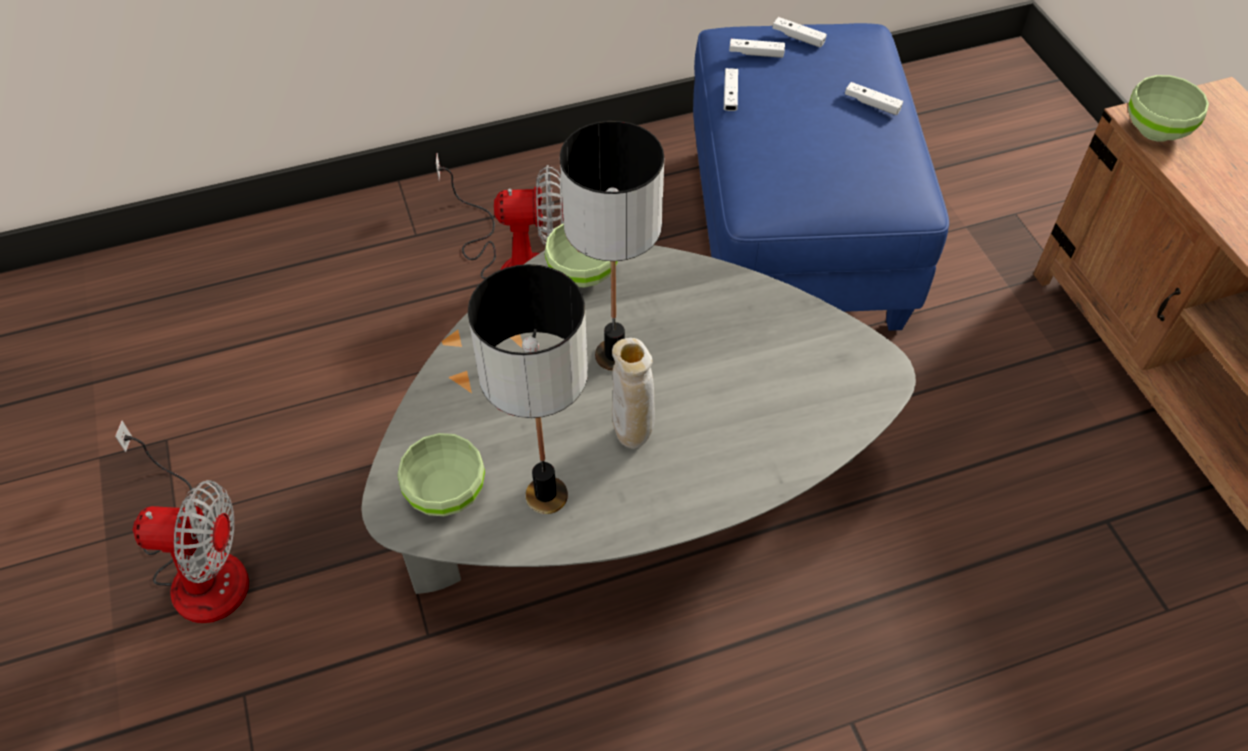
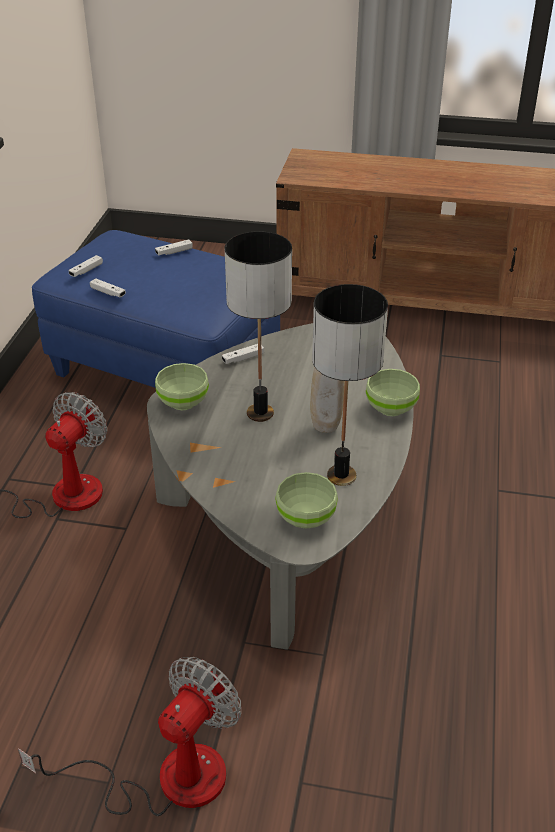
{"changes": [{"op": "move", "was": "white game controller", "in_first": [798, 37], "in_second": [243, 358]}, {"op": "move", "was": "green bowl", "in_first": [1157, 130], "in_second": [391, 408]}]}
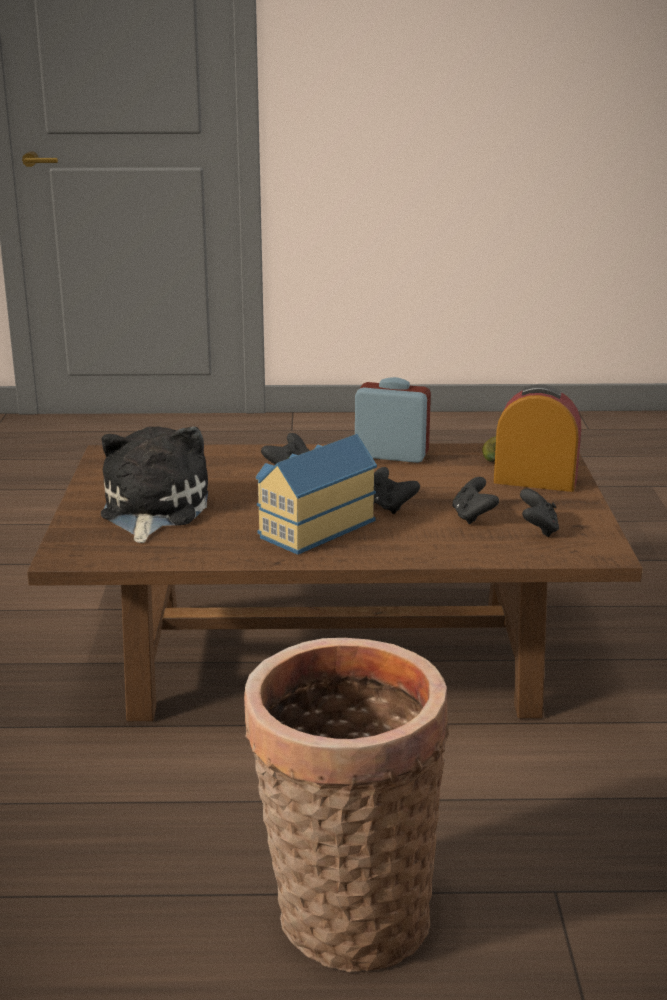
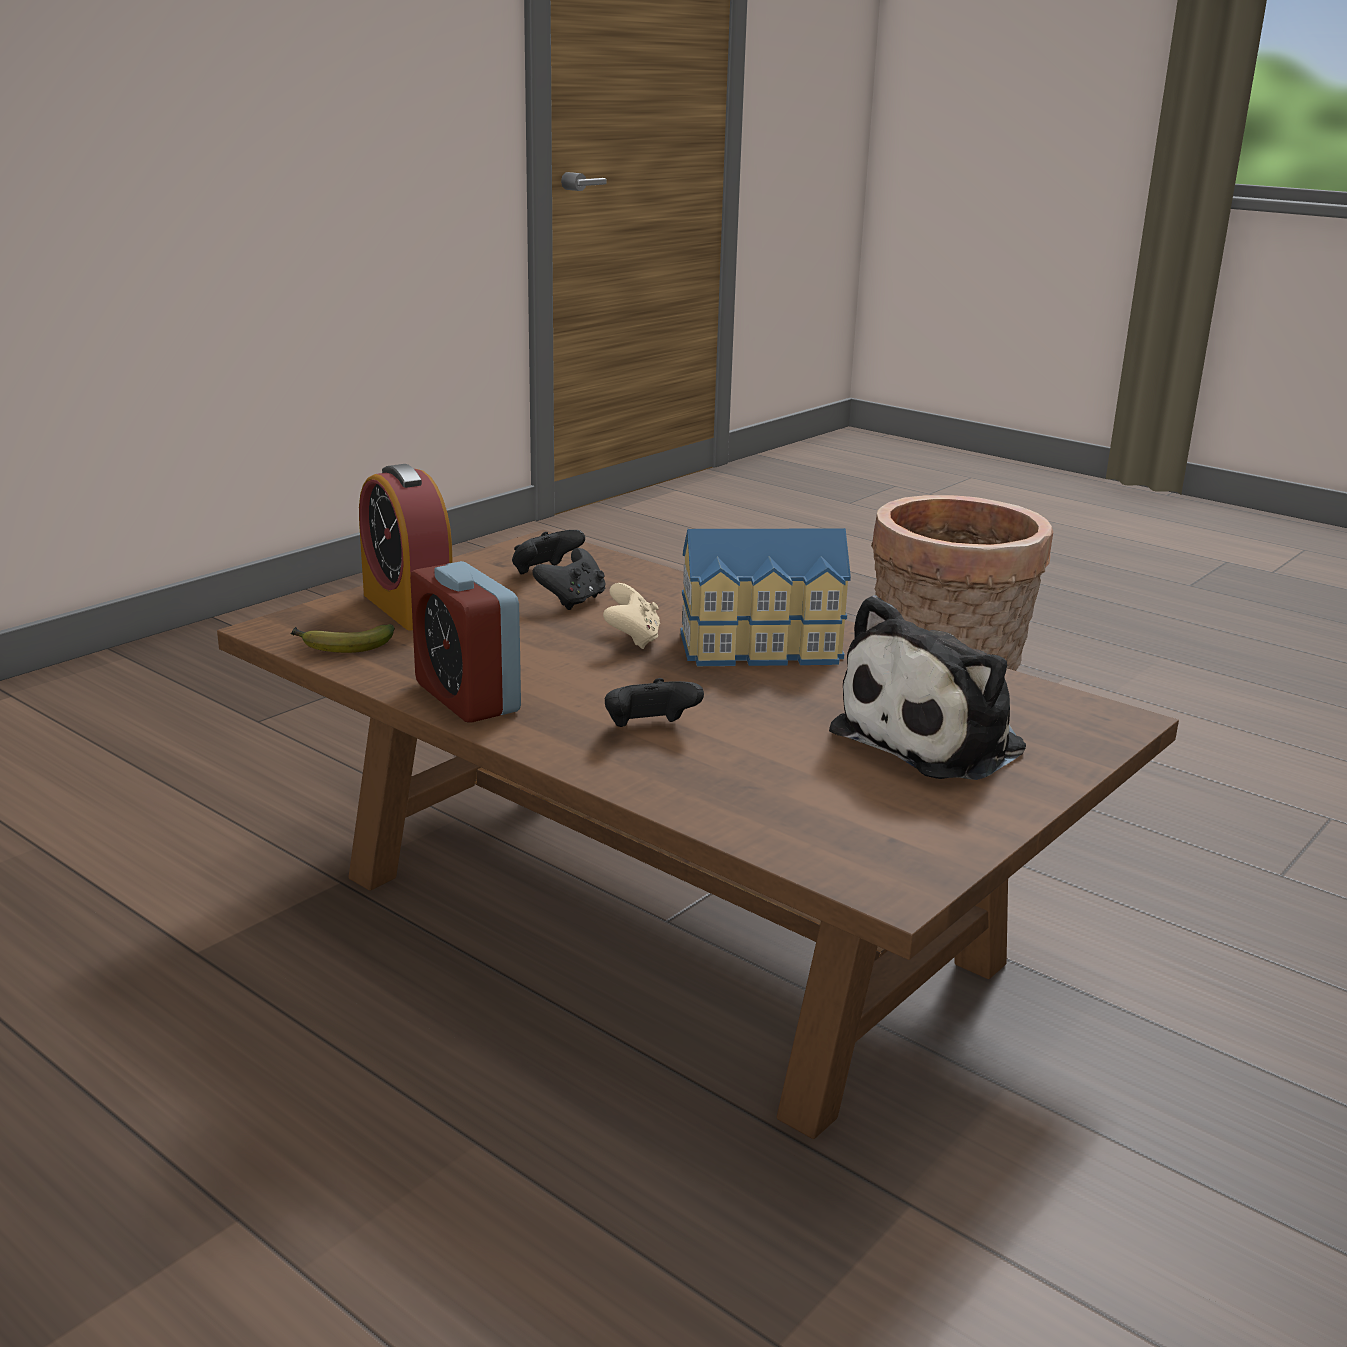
{"changes": [{"op": "recolor", "was": "black game controller", "now": "beige game controller", "in_first": [389, 506], "in_second": [632, 639]}]}
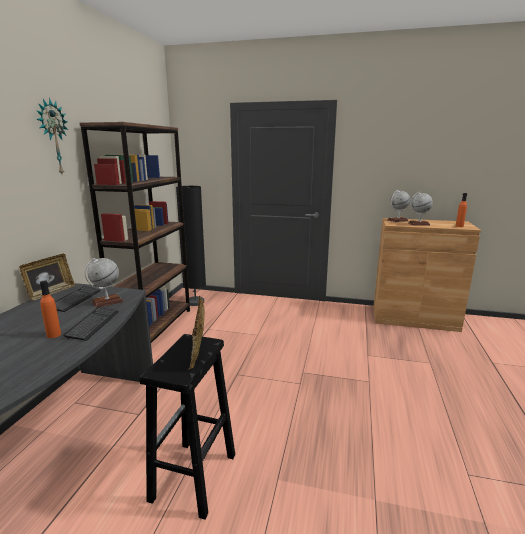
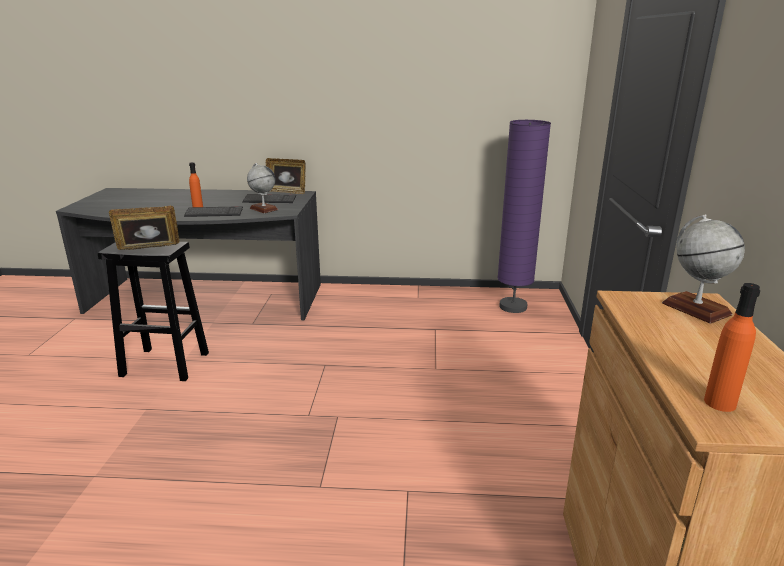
{"changes": [{"op": "delete", "was": "wall clock", "in_first": [53, 138]}, {"op": "delete", "was": "brown bookcase", "in_first": [155, 327]}, {"op": "recolor", "was": "black floor lamp", "now": "purple floor lamp", "in_first": [195, 302], "in_second": [513, 307]}, {"op": "delete", "was": "globe", "in_first": [419, 224]}]}
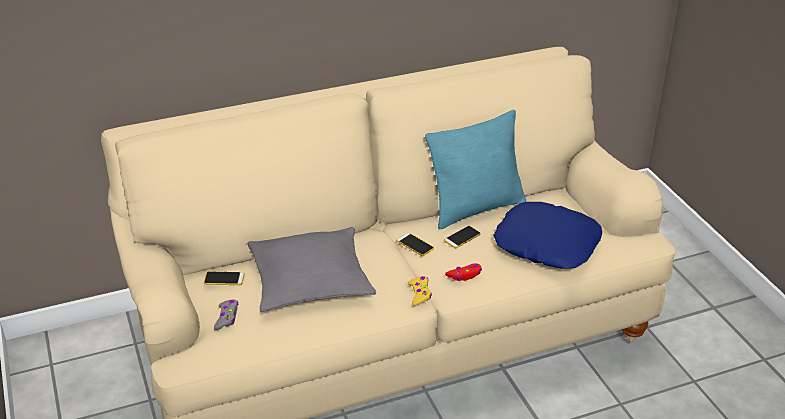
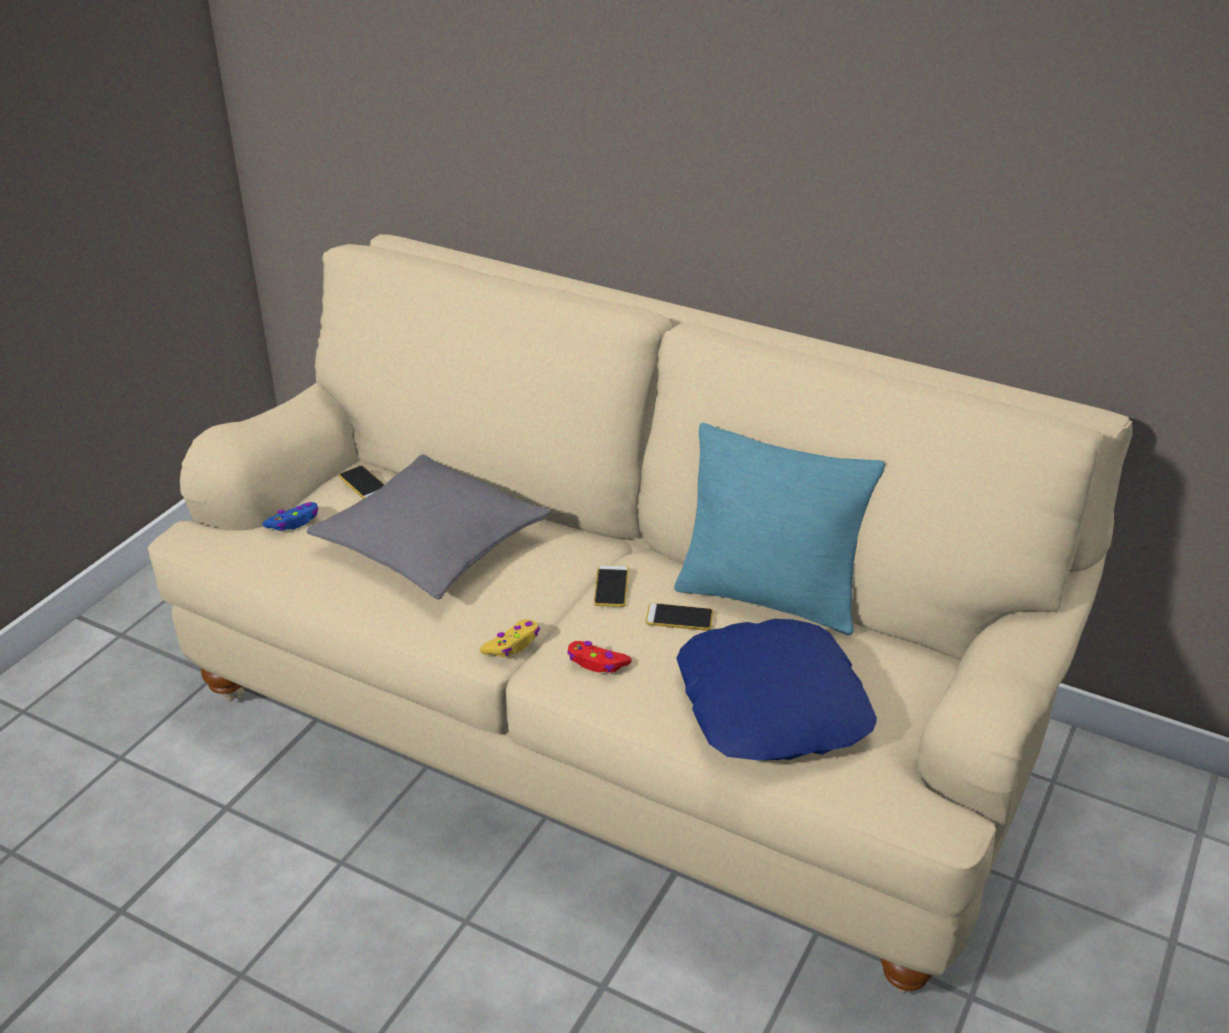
{"changes": [{"op": "recolor", "was": "grey game controller", "now": "blue game controller", "in_first": [227, 317], "in_second": [294, 522]}]}
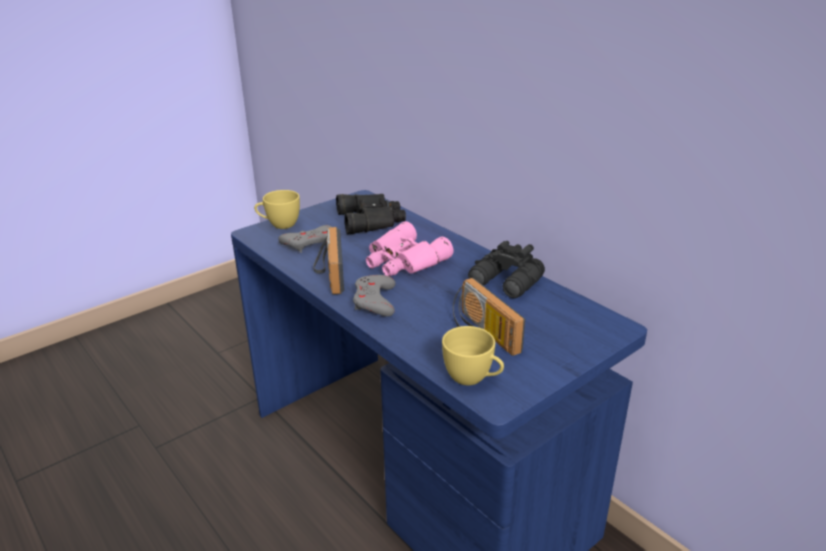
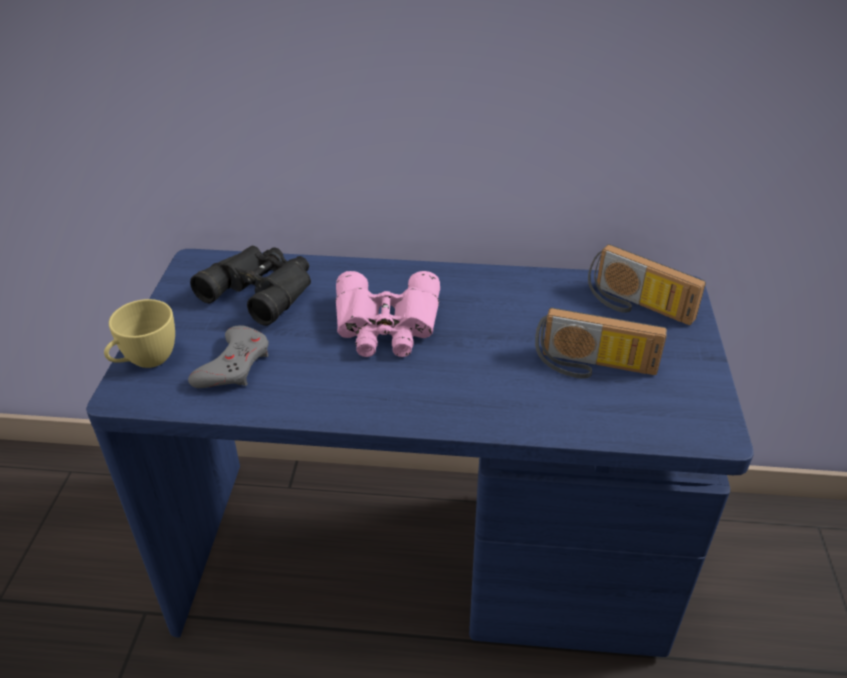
{"changes": [{"op": "move", "was": "radio", "in_first": [328, 273], "in_second": [636, 306]}, {"op": "delete", "was": "black binoculars", "in_first": [506, 283]}, {"op": "delete", "was": "grey game controller", "in_first": [375, 301]}, {"op": "delete", "was": "yellow cup", "in_first": [473, 379]}]}
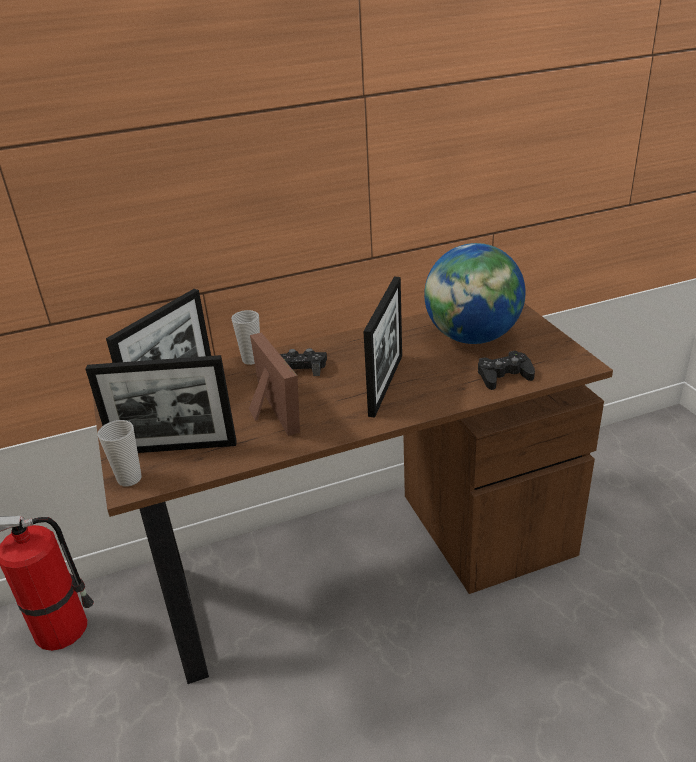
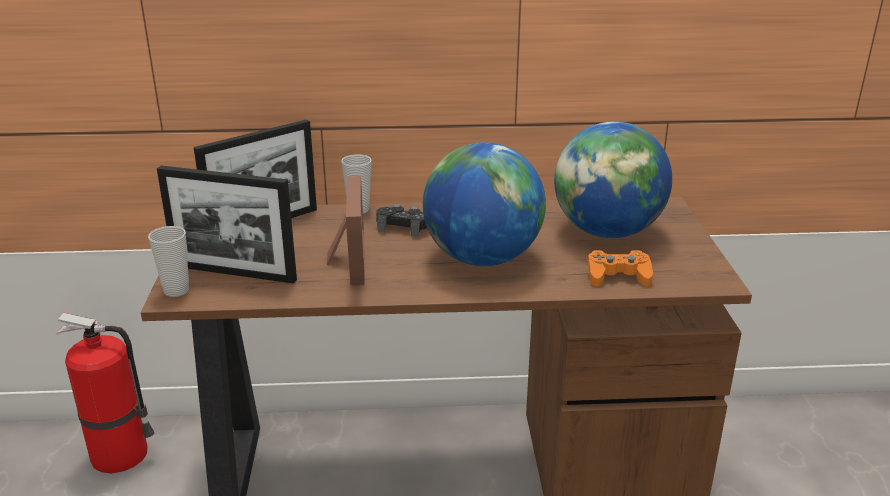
{"changes": [{"op": "replace", "was": "picture frame", "now": "globe", "in_first": [386, 384], "in_second": [482, 258]}, {"op": "recolor", "was": "black game controller", "now": "orange game controller", "in_first": [504, 376], "in_second": [618, 276]}]}
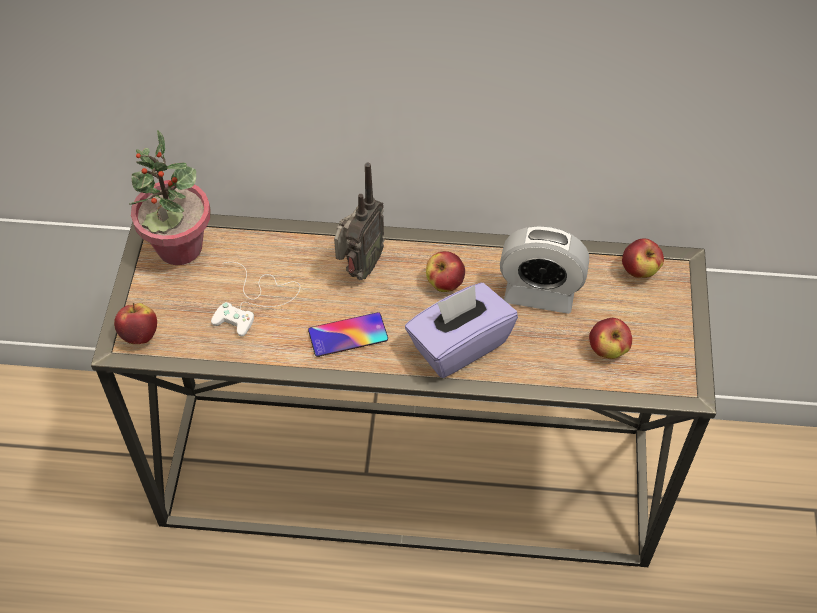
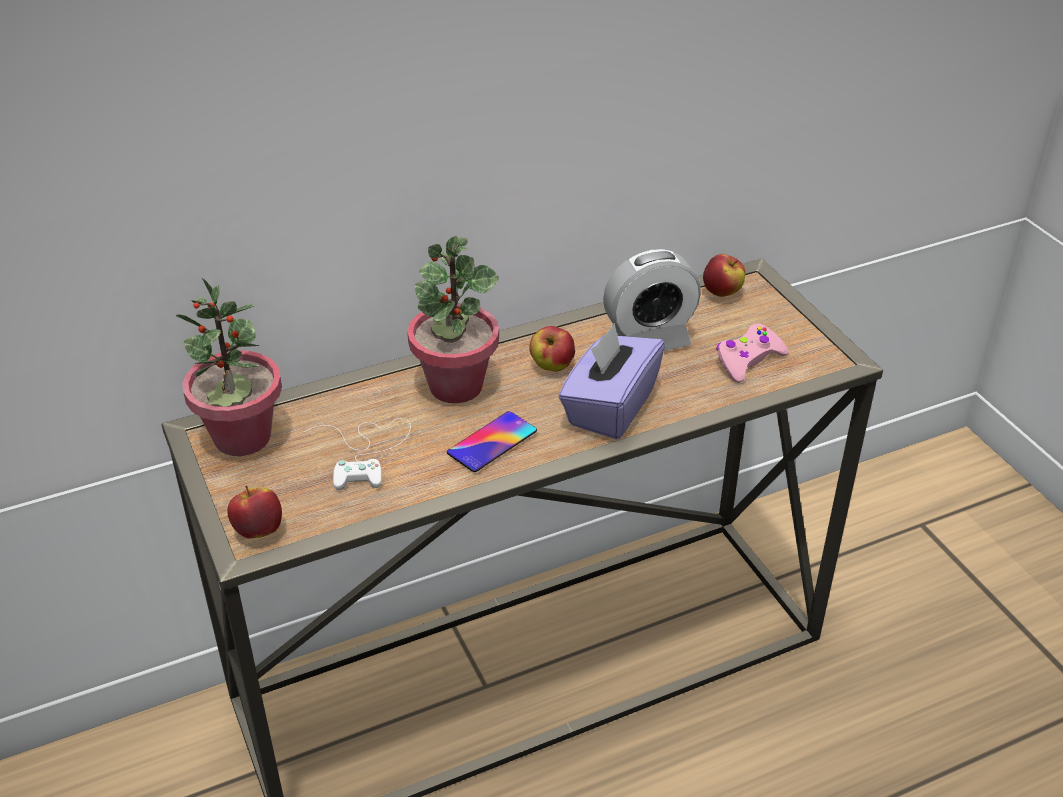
{"changes": [{"op": "replace", "was": "radio", "now": "potted plant", "in_first": [359, 268], "in_second": [456, 386]}, {"op": "replace", "was": "apple", "now": "pink game controller", "in_first": [607, 350], "in_second": [748, 360]}]}
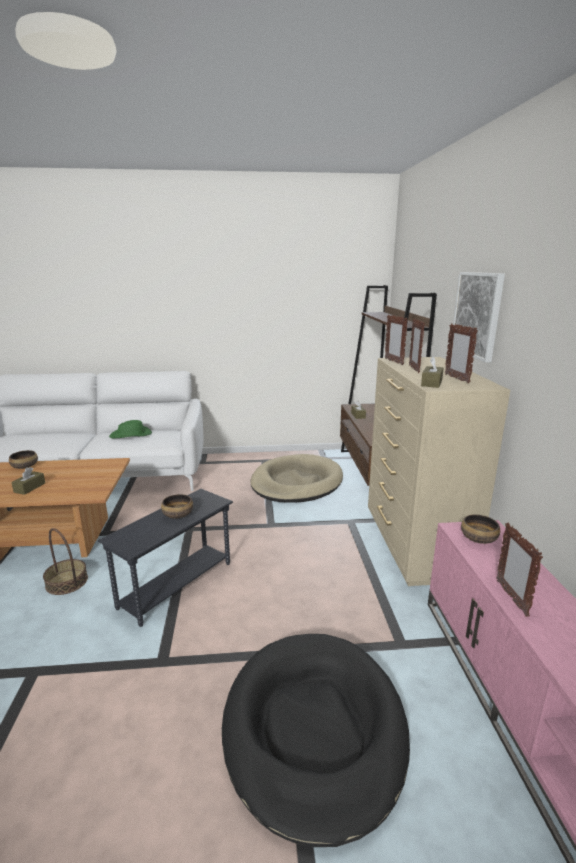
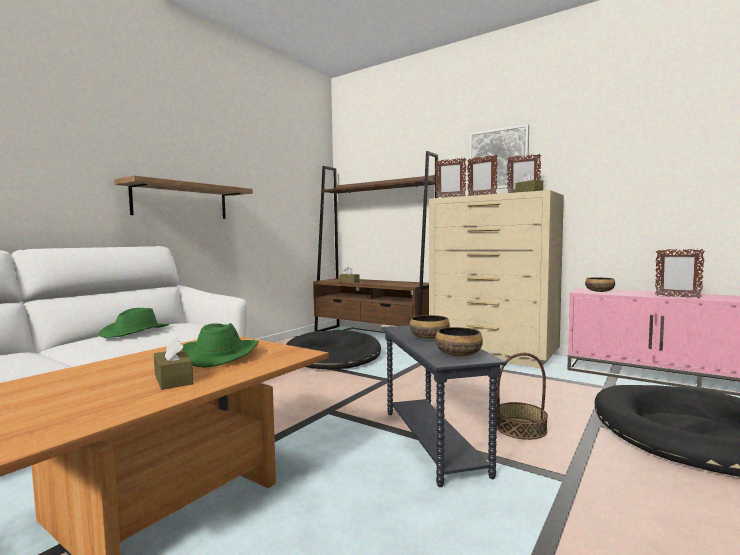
{"changes": [{"op": "move", "was": "bowl", "in_first": [25, 466], "in_second": [458, 354]}, {"op": "recolor", "was": "beige dog bed", "now": "black dog bed", "in_first": [296, 483], "in_second": [333, 355]}, {"op": "move", "was": "basket", "in_first": [67, 582], "in_second": [520, 428]}, {"op": "insert", "now": "shelf", "in_second": [181, 201]}, {"op": "insert", "now": "green hat", "in_second": [220, 355]}]}
